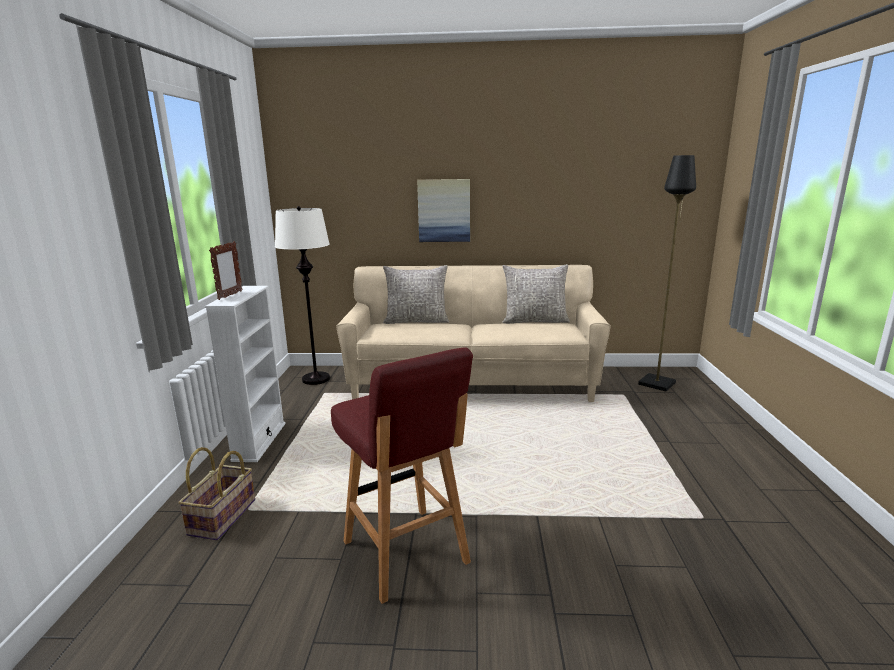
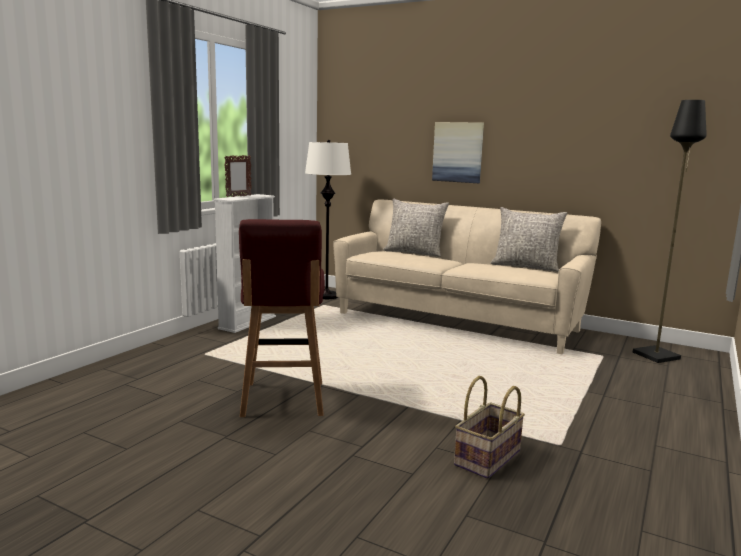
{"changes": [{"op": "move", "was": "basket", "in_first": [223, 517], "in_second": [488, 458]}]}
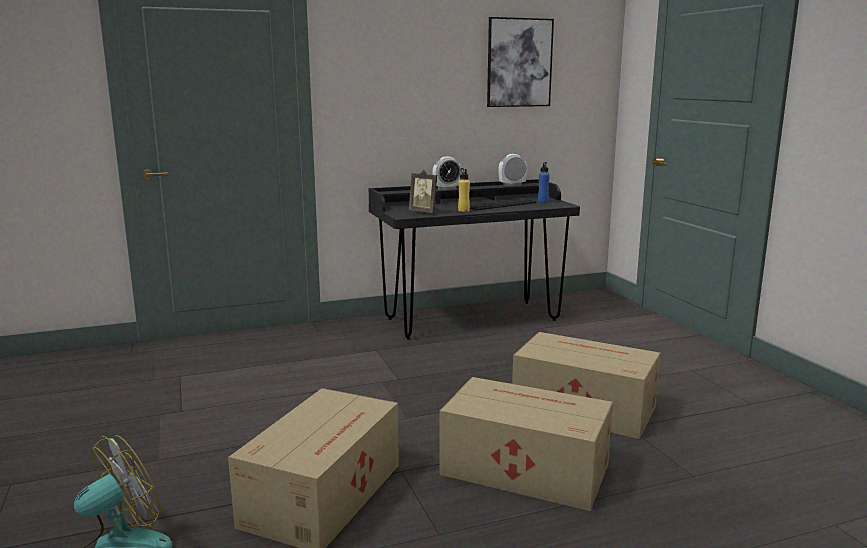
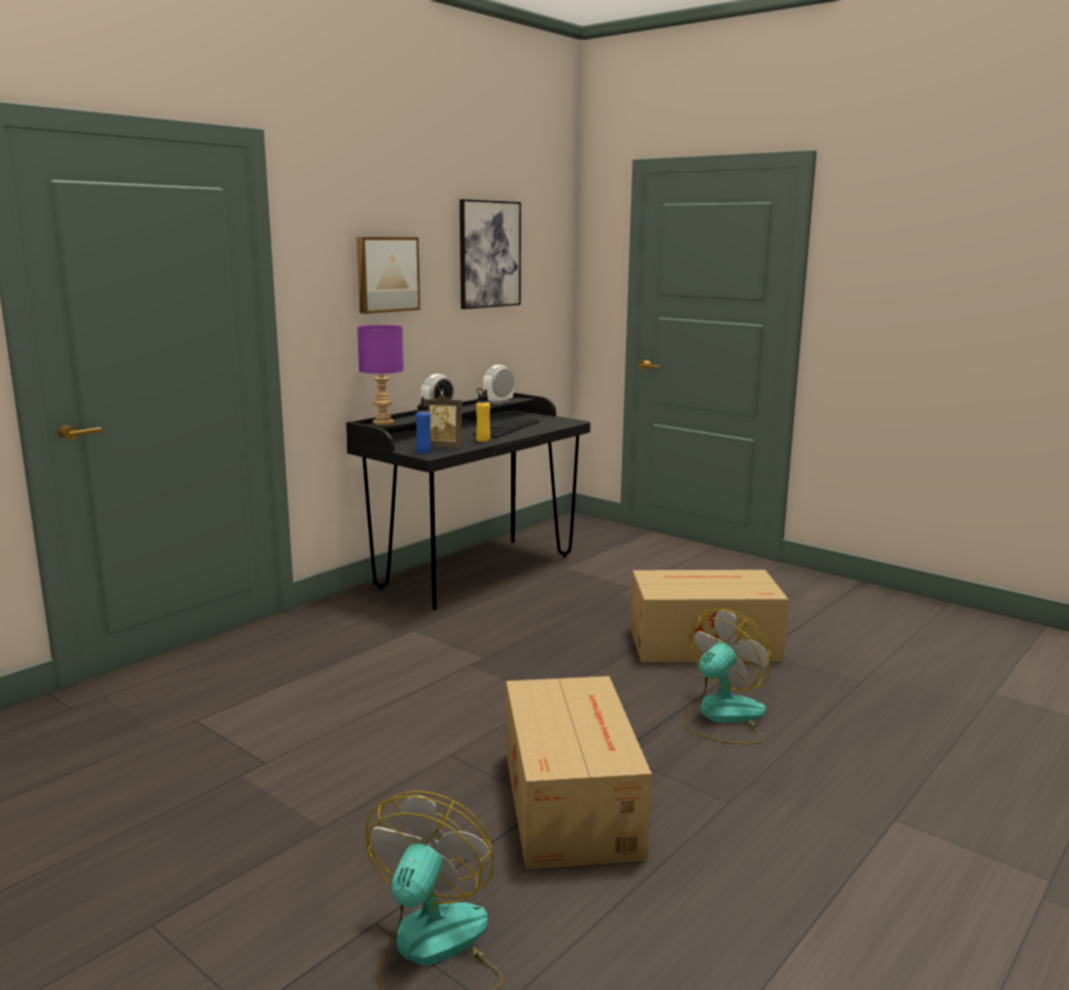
{"changes": [{"op": "move", "was": "blue bottle", "in_first": [543, 201], "in_second": [423, 452]}, {"op": "replace", "was": "cardboard box", "now": "fan", "in_first": [522, 468], "in_second": [722, 717]}, {"op": "insert", "now": "picture", "in_second": [386, 274]}, {"op": "insert", "now": "purple table lamp", "in_second": [382, 423]}]}
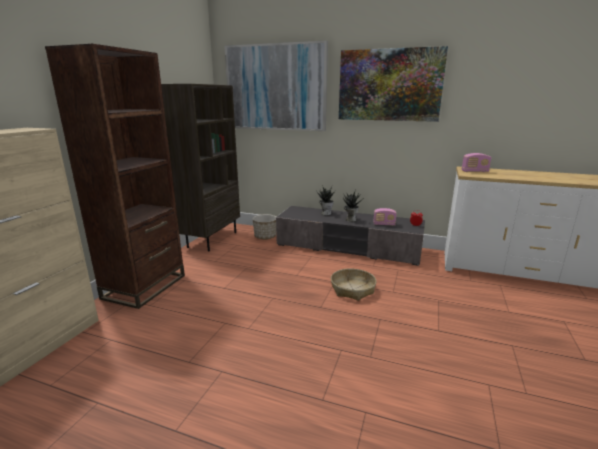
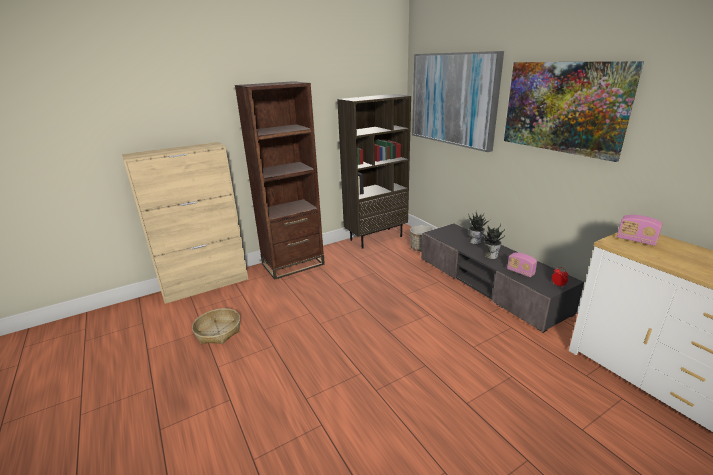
{"changes": [{"op": "move", "was": "basket", "in_first": [352, 289], "in_second": [218, 332]}]}
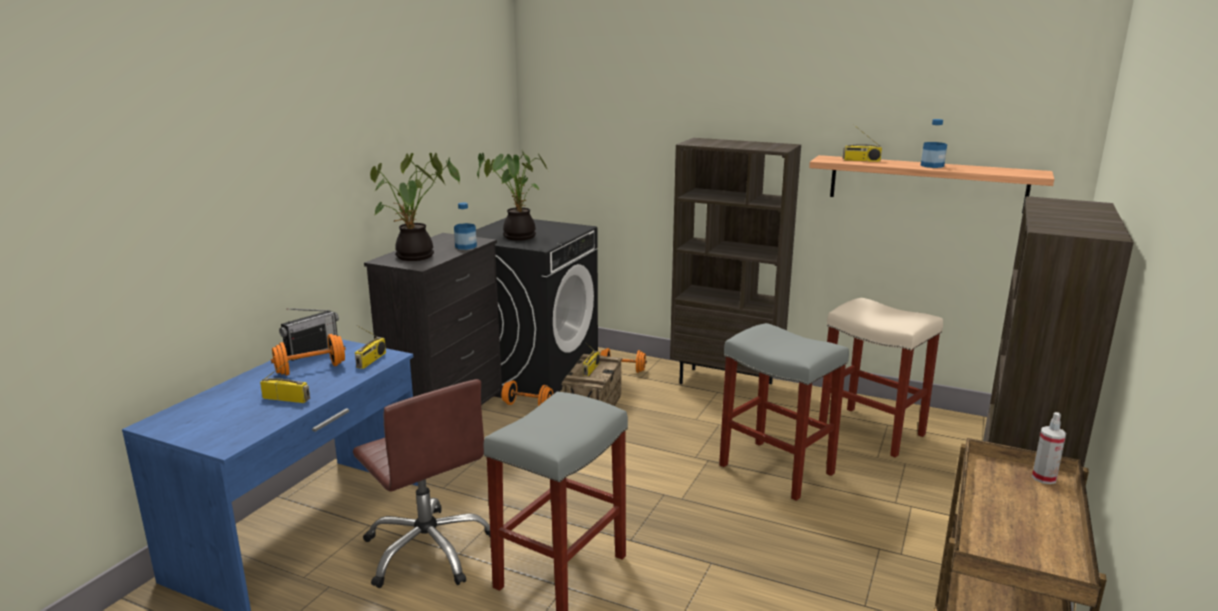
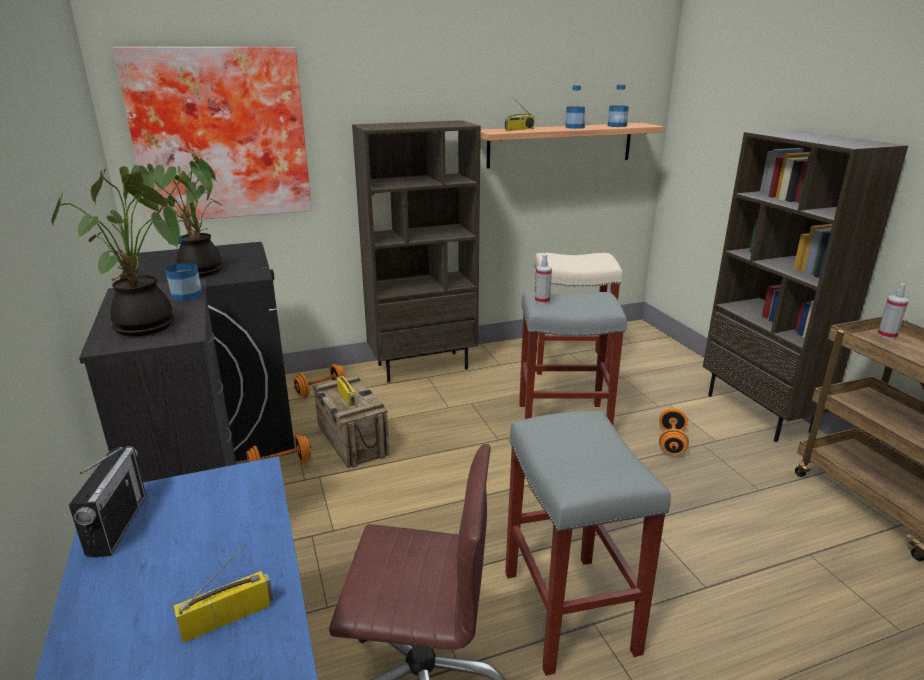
{"changes": [{"op": "delete", "was": "radio", "in_first": [371, 360]}, {"op": "move", "was": "orange dumbbell", "in_first": [310, 369], "in_second": [671, 442]}, {"op": "insert", "now": "picture", "in_second": [221, 135]}, {"op": "insert", "now": "bottle", "in_second": [617, 126]}, {"op": "insert", "now": "spray bottle", "in_second": [542, 301]}]}
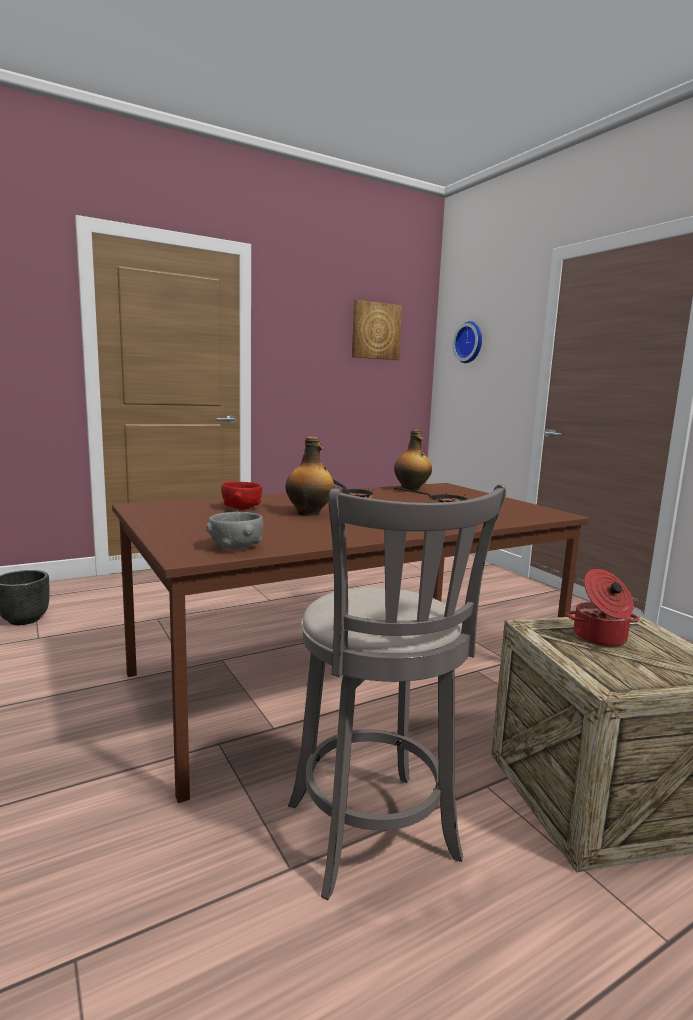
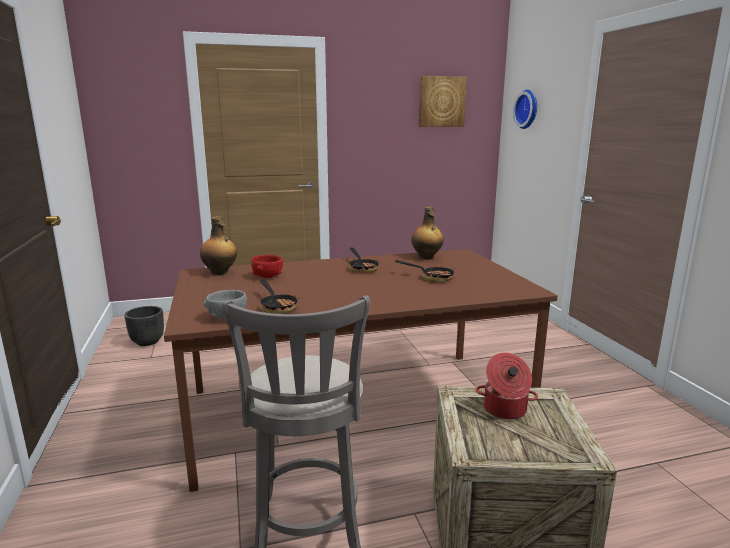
{"changes": [{"op": "move", "was": "bottle", "in_first": [309, 513], "in_second": [220, 272]}, {"op": "insert", "now": "frying pan", "in_second": [277, 306]}]}
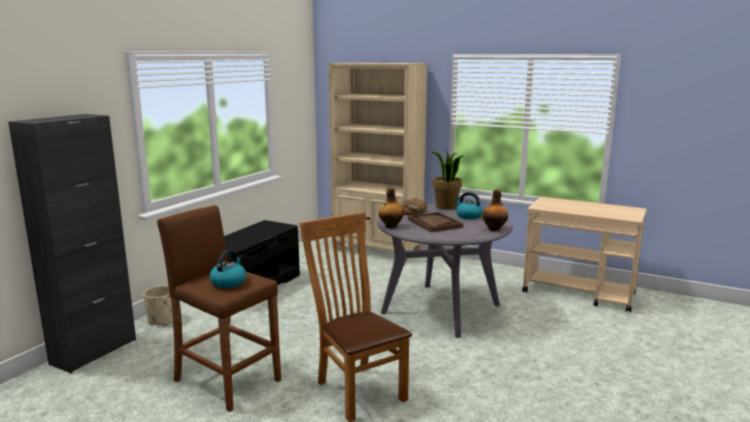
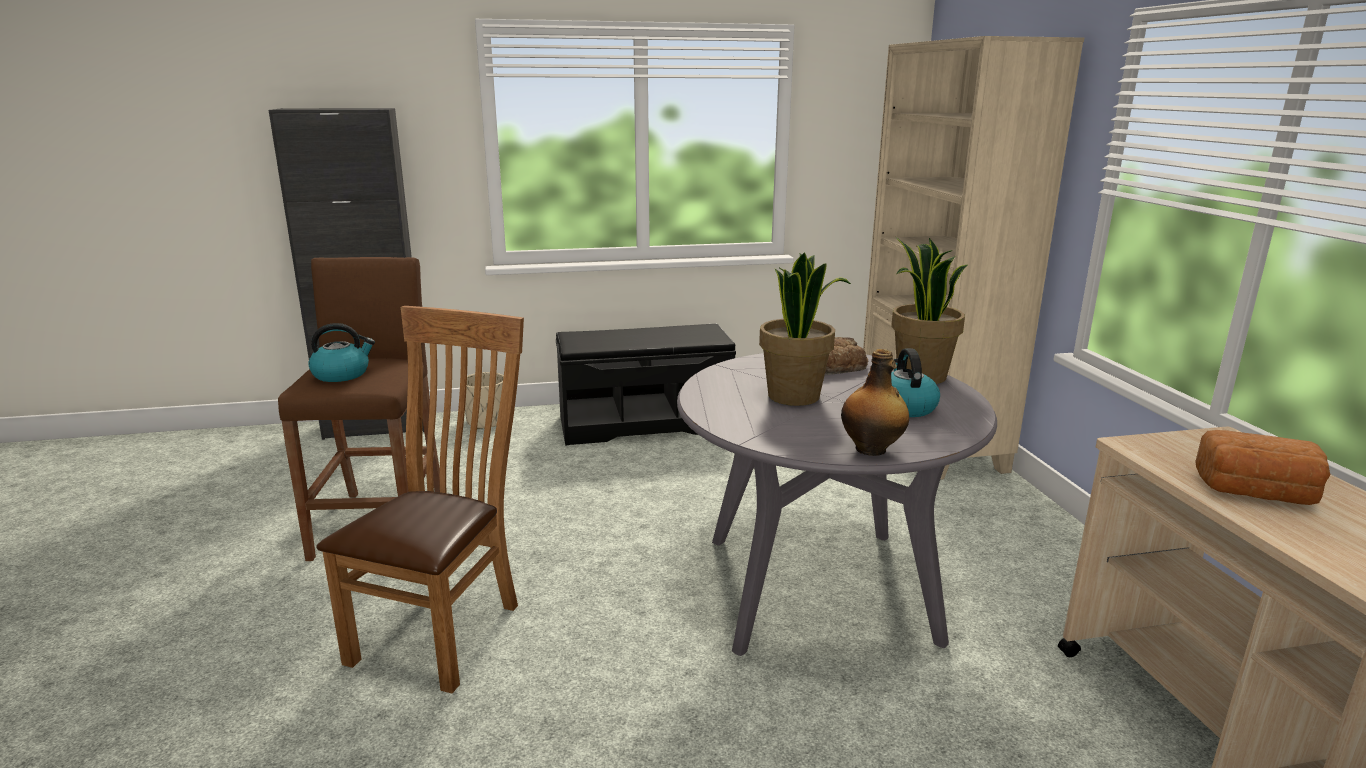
{"changes": [{"op": "delete", "was": "bottle", "in_first": [390, 226]}, {"op": "replace", "was": "brown tray", "now": "potted plant", "in_first": [434, 223], "in_second": [795, 396]}, {"op": "insert", "now": "bread", "in_second": [1256, 493]}]}
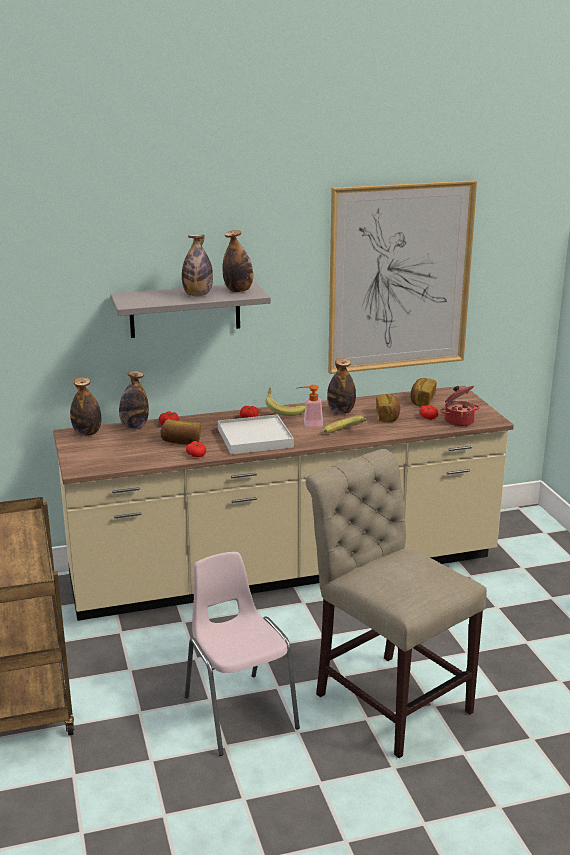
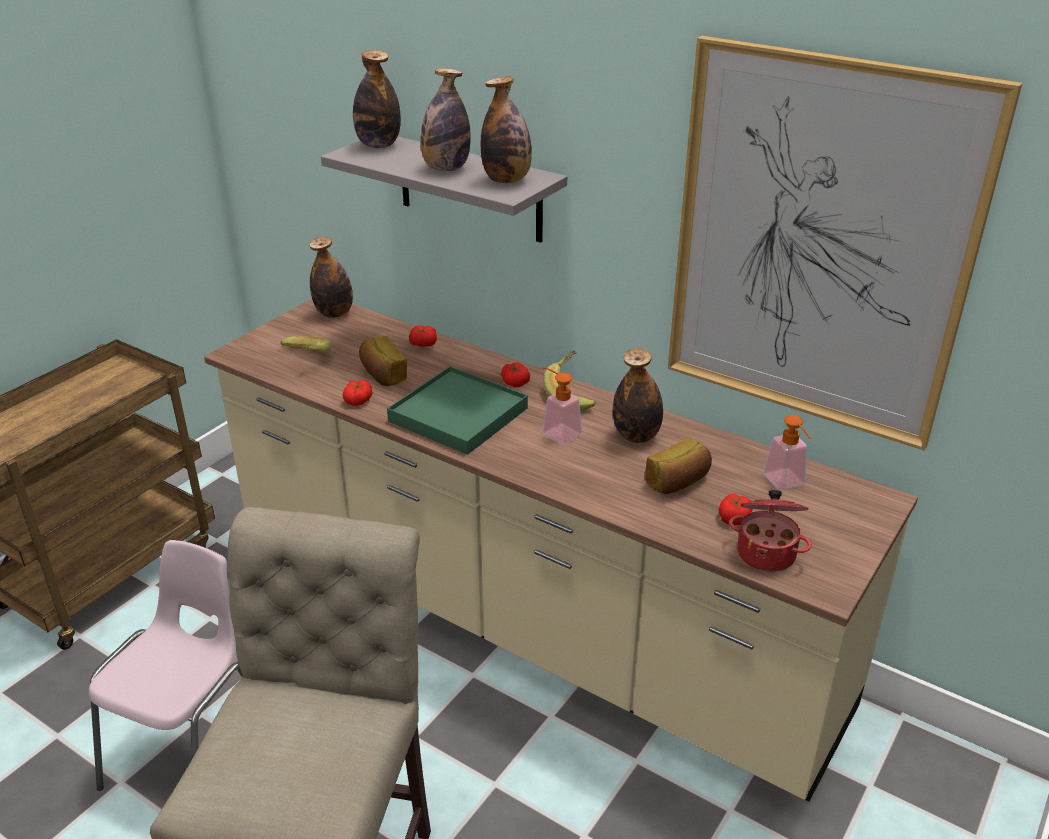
{"changes": [{"op": "move", "was": "bottle", "in_first": [134, 426], "in_second": [378, 145]}, {"op": "replace", "was": "bread", "now": "soap dispenser", "in_first": [422, 400], "in_second": [787, 484]}, {"op": "recolor", "was": "white tray", "now": "green tray", "in_first": [254, 438], "in_second": [458, 414]}, {"op": "move", "was": "banana", "in_first": [347, 434], "in_second": [303, 359]}]}
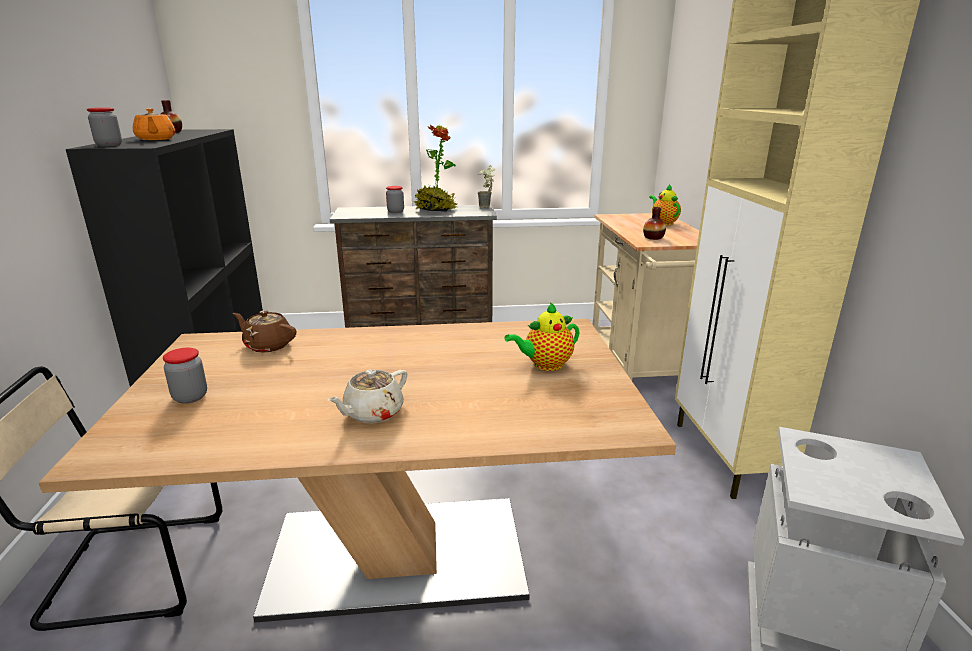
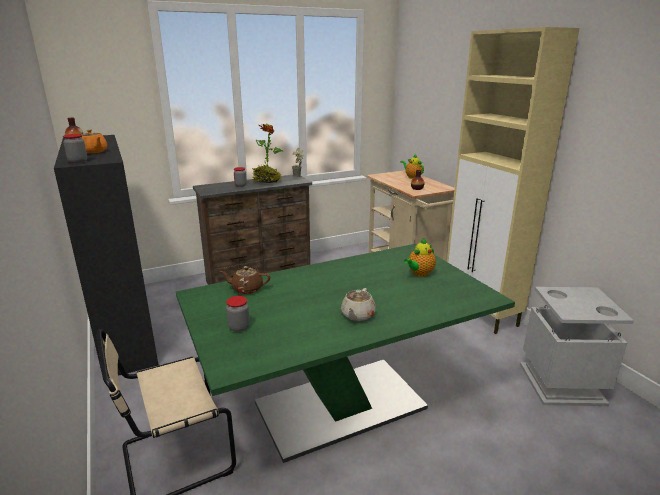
{"changes": [{"op": "recolor", "was": "brown dining table", "now": "green dining table", "in_first": [397, 555], "in_second": [340, 405]}]}
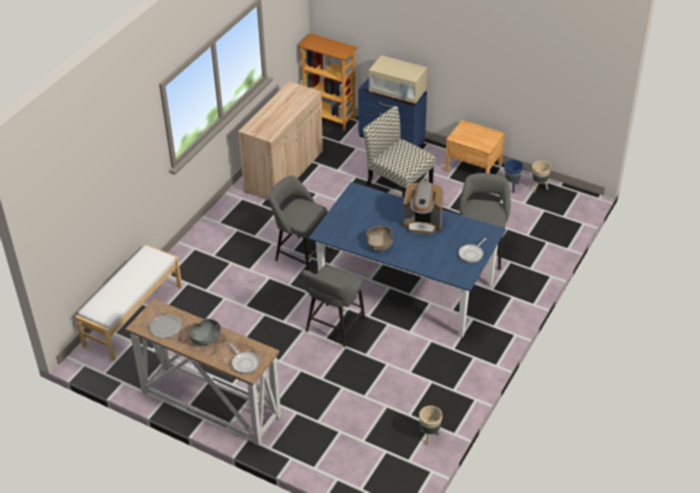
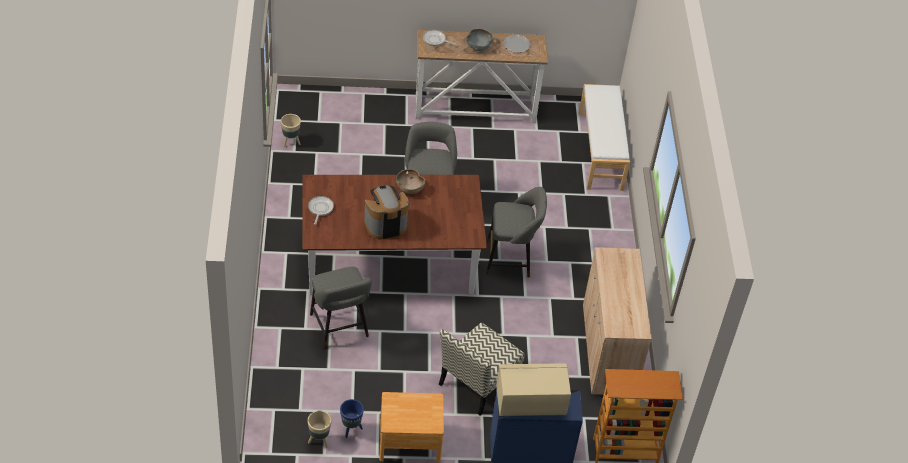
{"changes": [{"op": "rotate", "was": "chair", "in_first": [398, 184], "in_second": [477, 383], "clockwise": 120}, {"op": "recolor", "was": "blue dining table", "now": "brown dining table", "in_first": [406, 286], "in_second": [389, 262]}]}
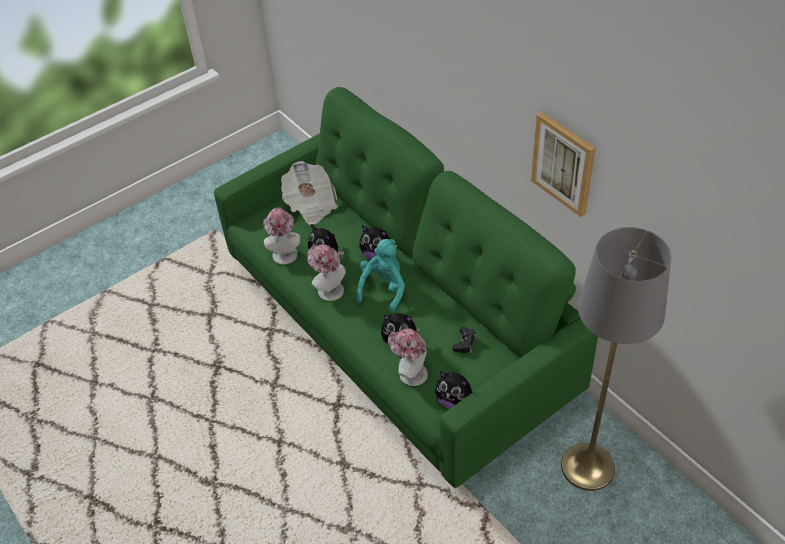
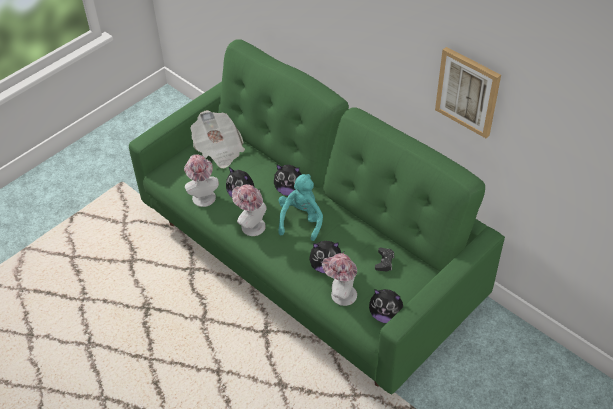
{"changes": [{"op": "delete", "was": "grey floor lamp", "in_first": [588, 466]}]}
